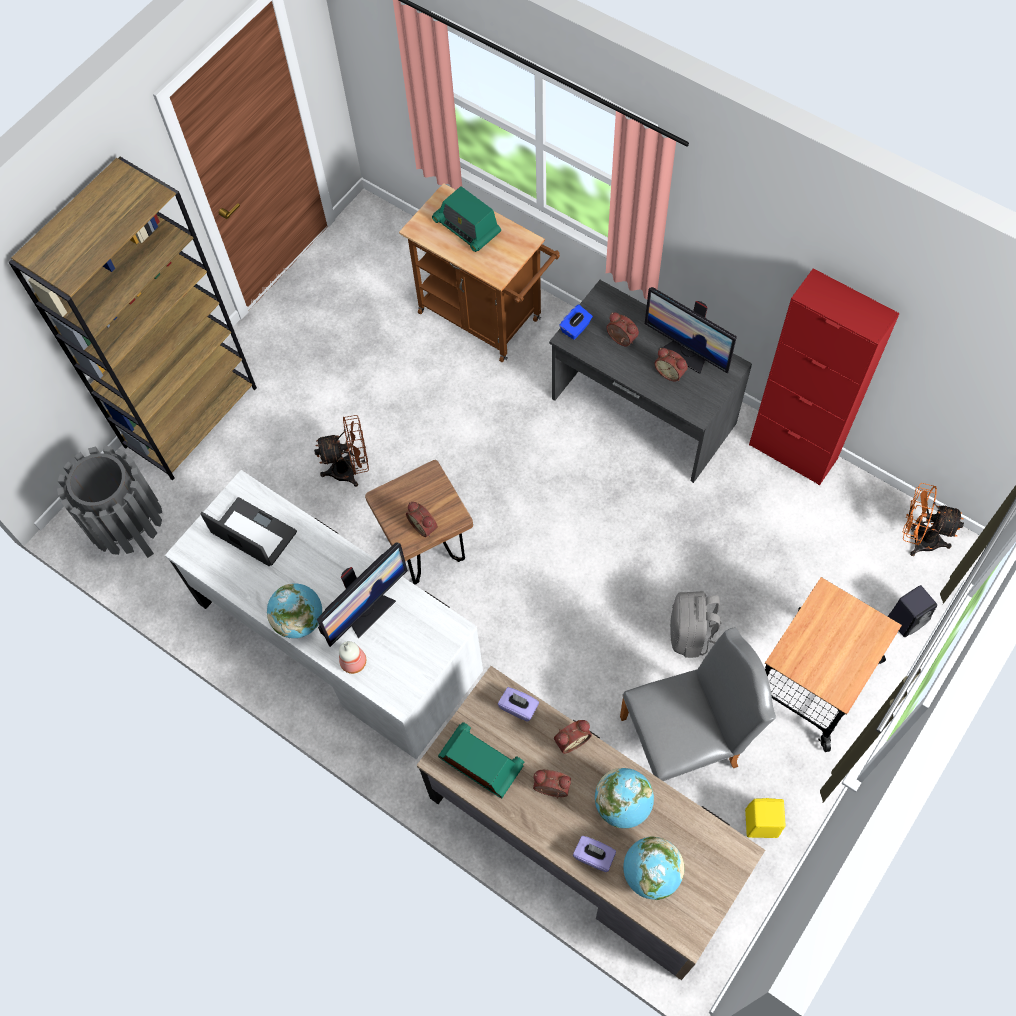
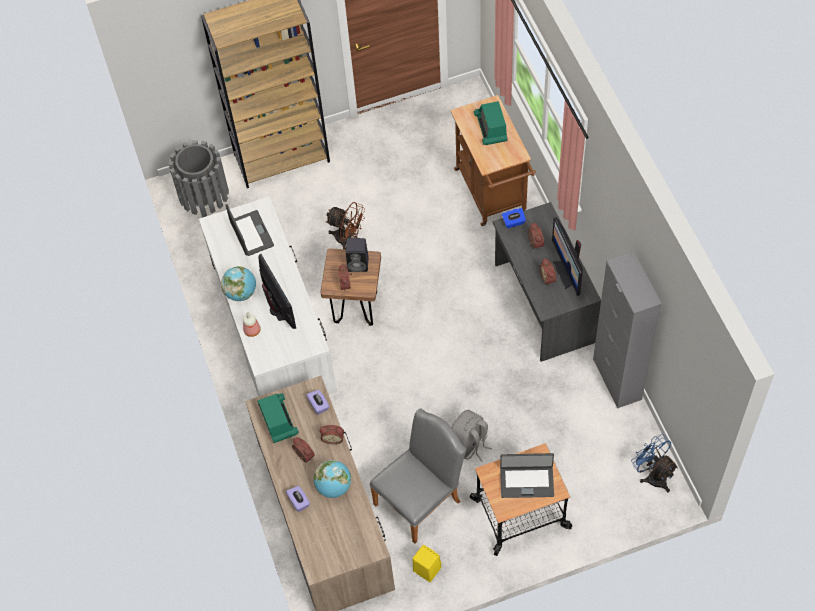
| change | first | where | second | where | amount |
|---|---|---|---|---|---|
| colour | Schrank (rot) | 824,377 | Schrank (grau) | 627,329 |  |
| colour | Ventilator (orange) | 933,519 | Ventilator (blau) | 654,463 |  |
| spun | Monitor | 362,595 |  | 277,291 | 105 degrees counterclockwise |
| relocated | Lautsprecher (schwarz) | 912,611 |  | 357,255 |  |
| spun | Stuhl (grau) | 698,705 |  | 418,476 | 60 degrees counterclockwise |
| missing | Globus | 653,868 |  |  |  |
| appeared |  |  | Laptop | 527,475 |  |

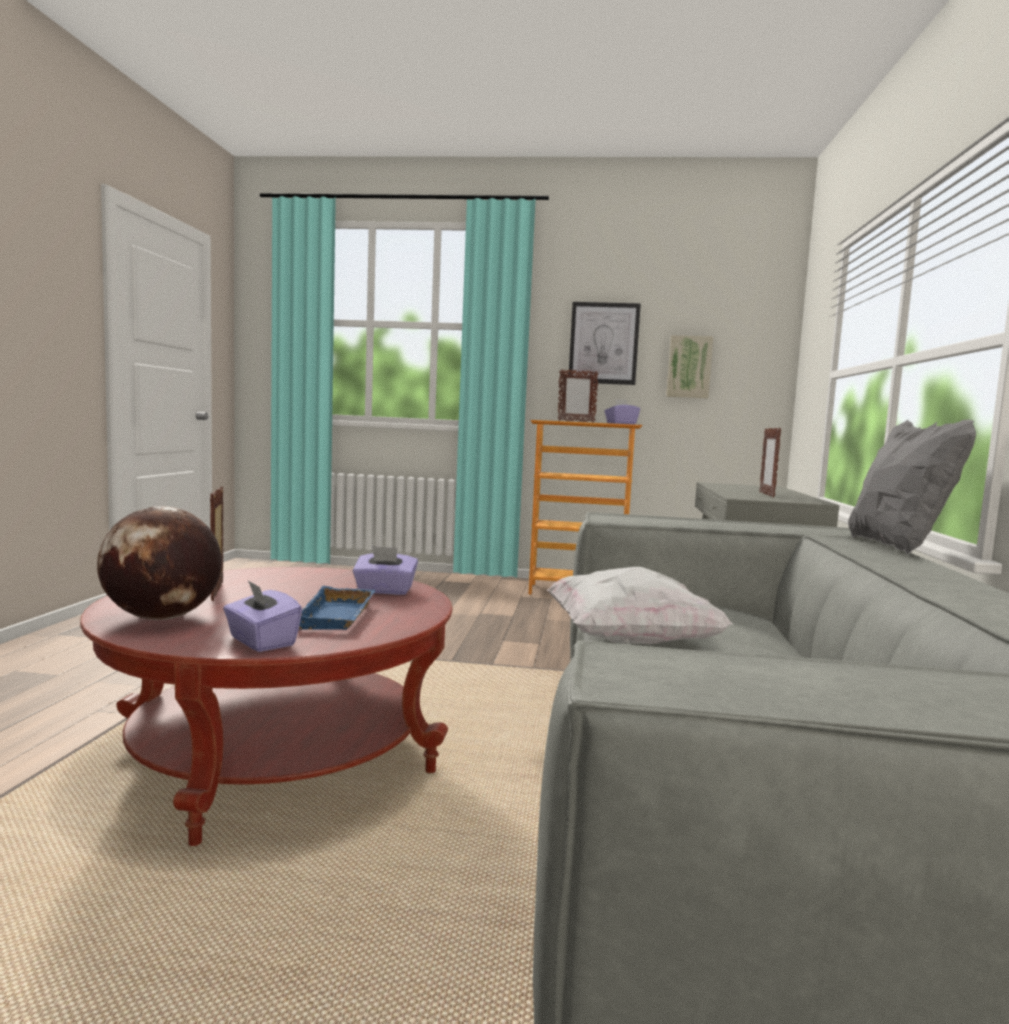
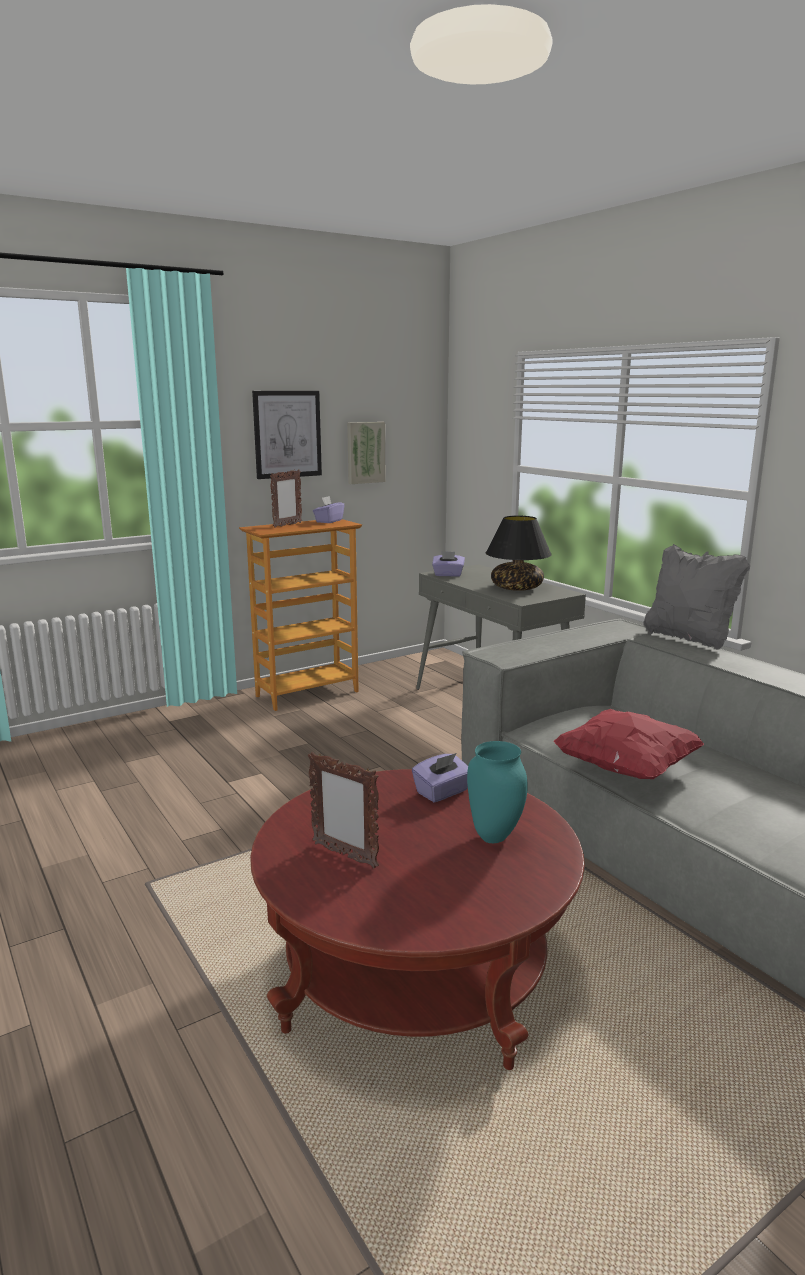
| change | first | where | second | where | amount |
|---|---|---|---|---|---|
| exchanged | Bilderrahmen | 770,462 | Tischlampe (schwarz) | 519,553 |  |
| missing | Globus | 159,563 |  |  |  |
| colour | Kissen (weiß) | 640,605 | Kissen (rot) | 629,744 |  |
| relocated | Taschentuchbox (lila) | 262,616 |  | 448,564 |  |
| exchanged | Tablett (blau) | 337,608 | Vase (türkis) | 497,792 |  |

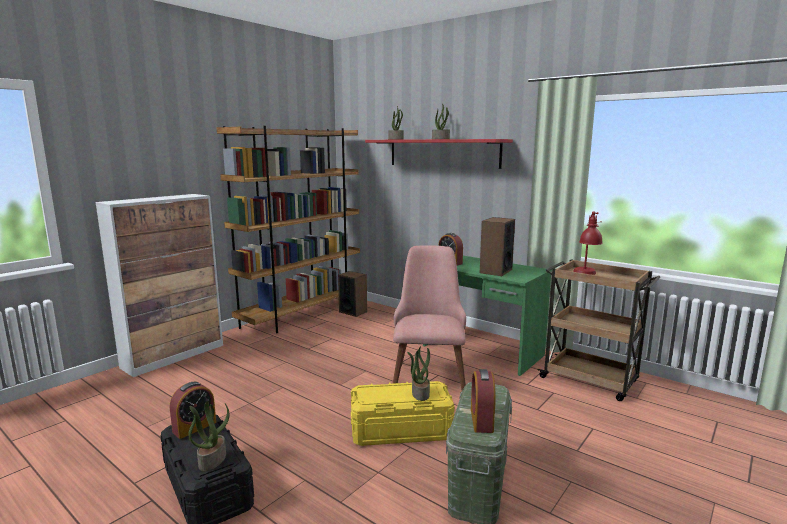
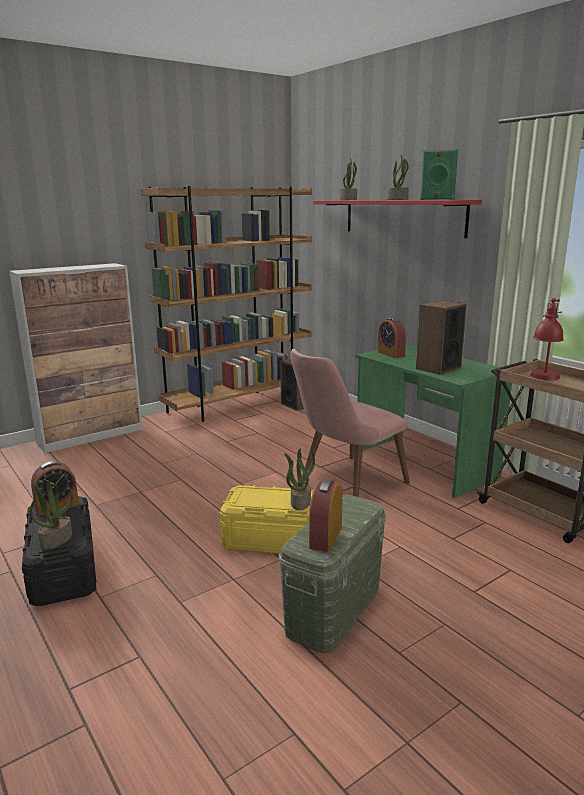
| change | first | where | second | where | amount |
|---|---|---|---|---|---|
| spun | Stuhl (rosa) | 429,317 |  | 350,423 | 150 degrees counterclockwise |
| appeared |  |  | Lautsprecher (grün) | 439,174 |  |

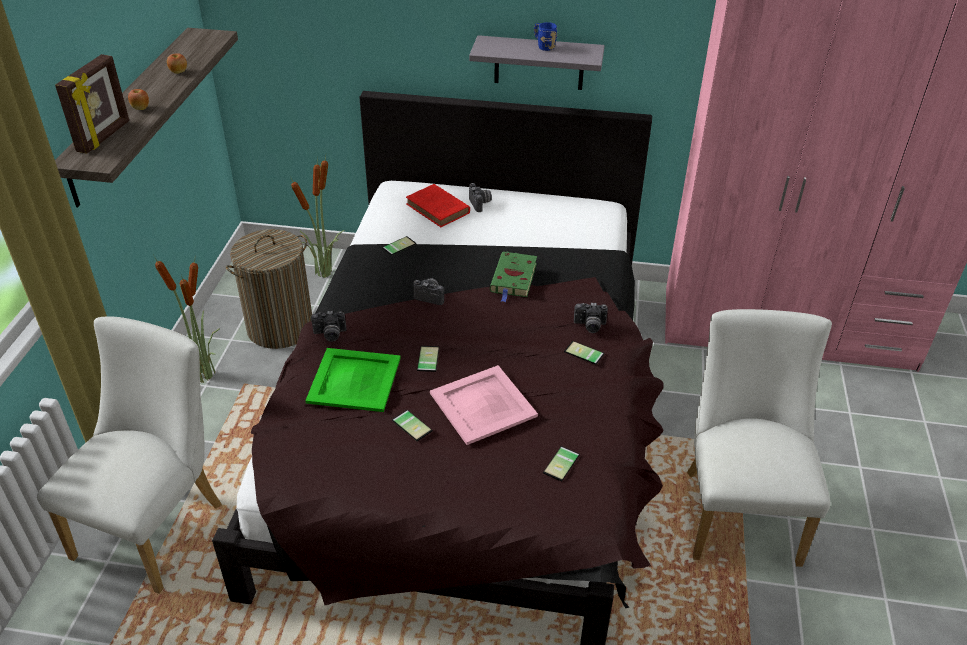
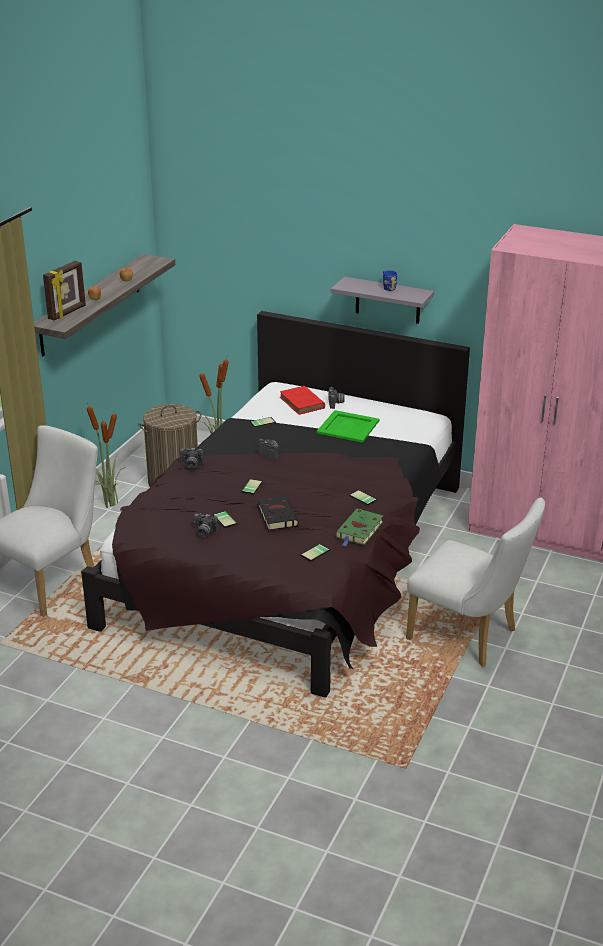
| change | first | where | second | where | amount |
|---|---|---|---|---|---|
| relocated | Buch (grün) | 513,277 |  | 359,527 |  |
| relocated | Kamera | 591,318 |  | 206,525 |  |
| spun | Stuhl (weiß) | 759,438 |  | 475,582 | 105 degrees clockwise |
| relocated | Tablett (grün) | 353,380 |  | 348,426 |  |
| exchanged | Tablett (rosa) | 484,405 | Buch (schwarz) | 278,513 |  |

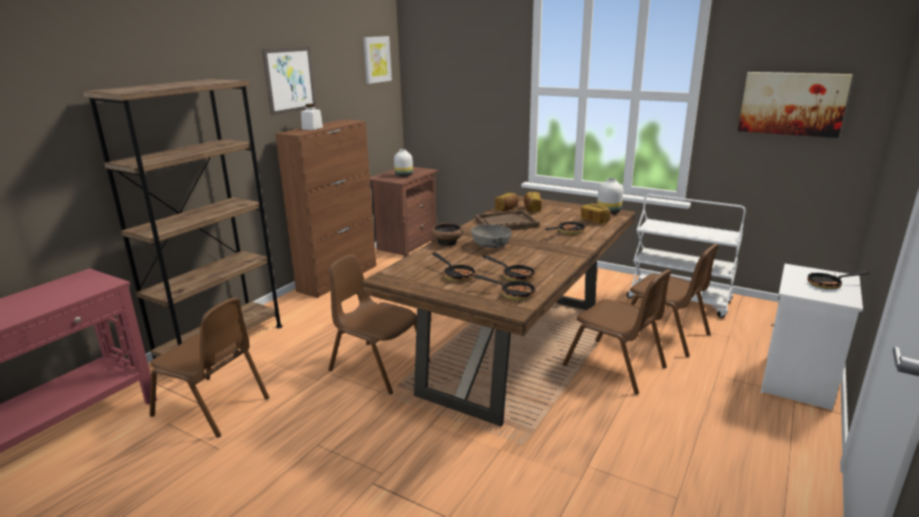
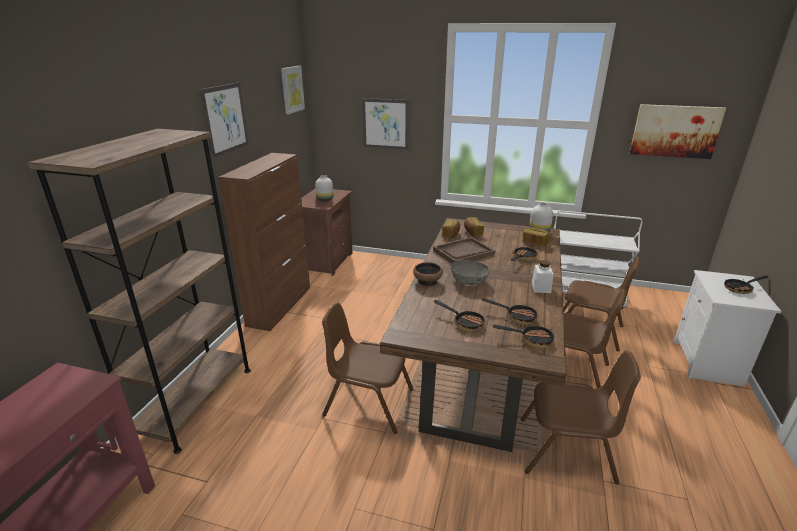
| change | first | where | second | where | amount |
|---|---|---|---|---|---|
| relocated | Vorratsglas (weiß) | 312,117 |  | 542,276 |  |
| relocated | Stuhl (braun) | 209,367 |  | 581,417 |  |
| appeared |  |  | Bild | 385,124 |  |

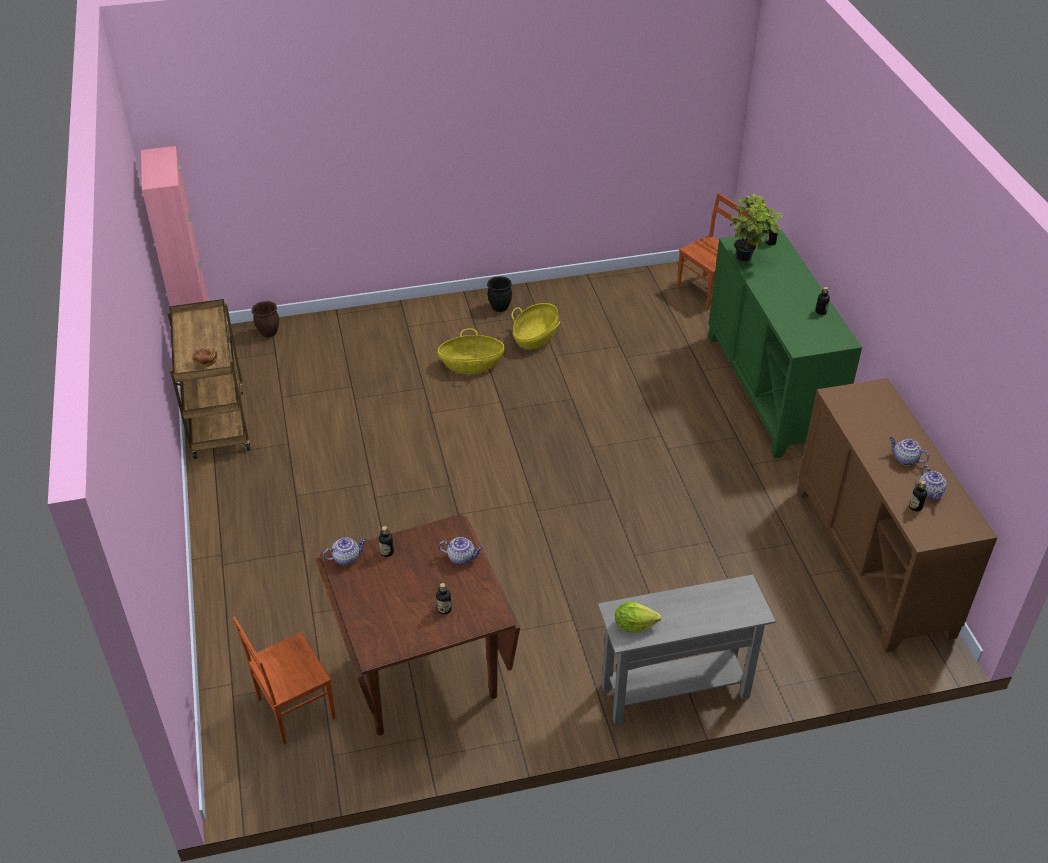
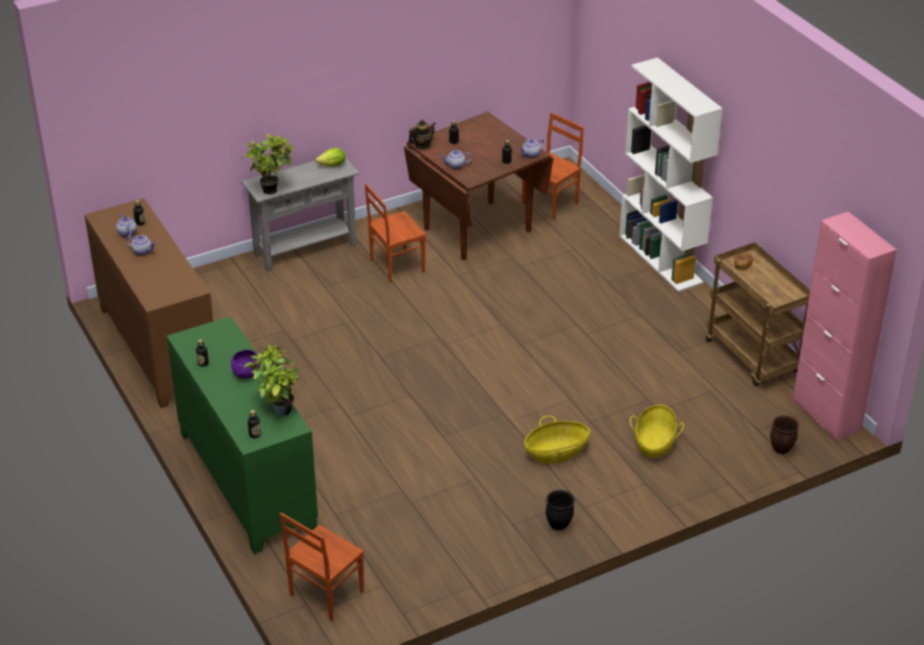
| change | first | where | second | where | amount |
|---|---|---|---|---|---|
| relocated | Korb | 535,326 |  | 657,431 |  |
| appeared |  |  | Bücherregal (weiß) | 671,175 |  |
| appeared |  |  | Teekanne | 422,134 |  |
| appeared |  |  | Topfpflanze | 267,164 |  |
| appeared |  |  | Stuhl (braun) | 395,233 |  |
| appeared |  |  | Schüssel (lila) | 246,364 |  |

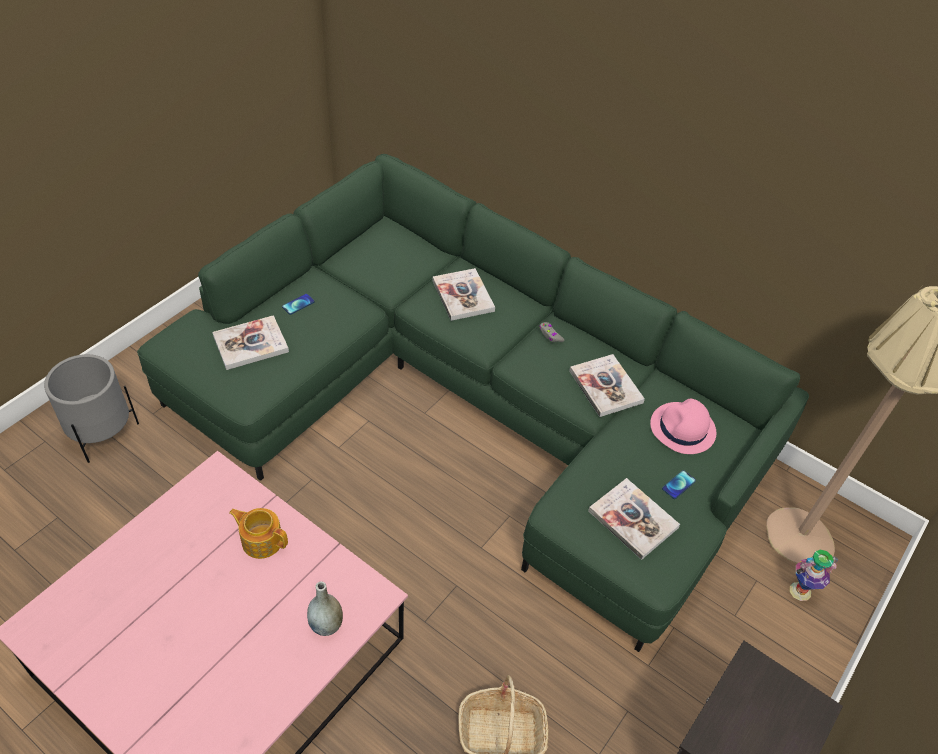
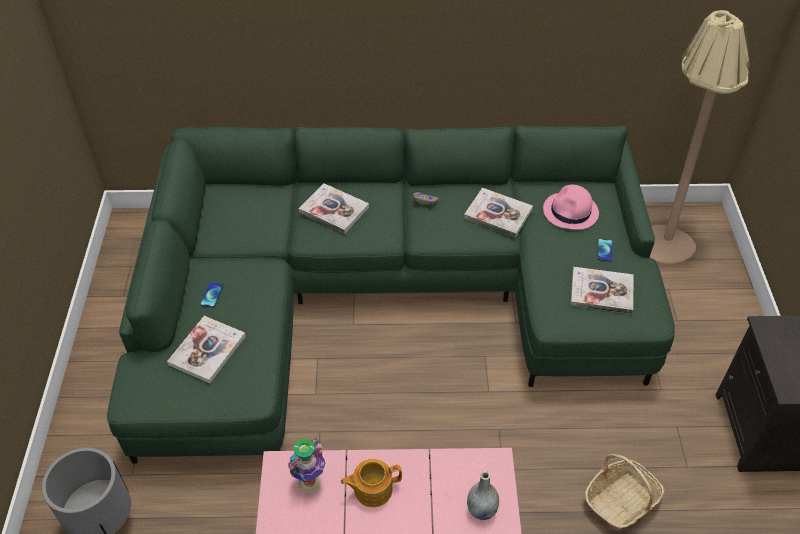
| change | first | where | second | where | amount |
|---|---|---|---|---|---|
| relocated | Vase | 814,575 |  | 306,466 |  |

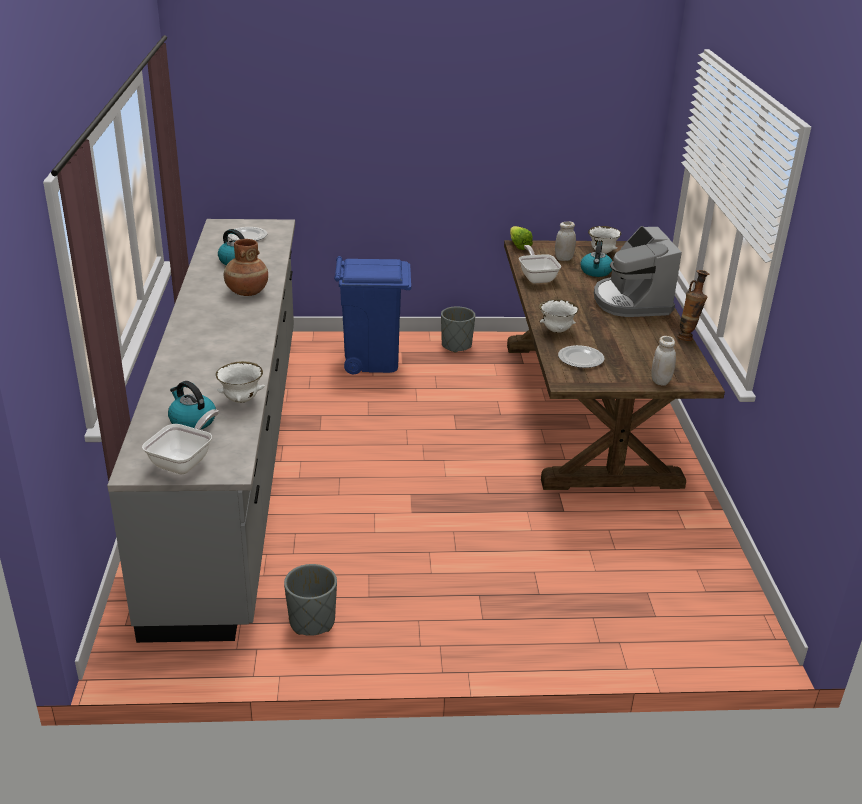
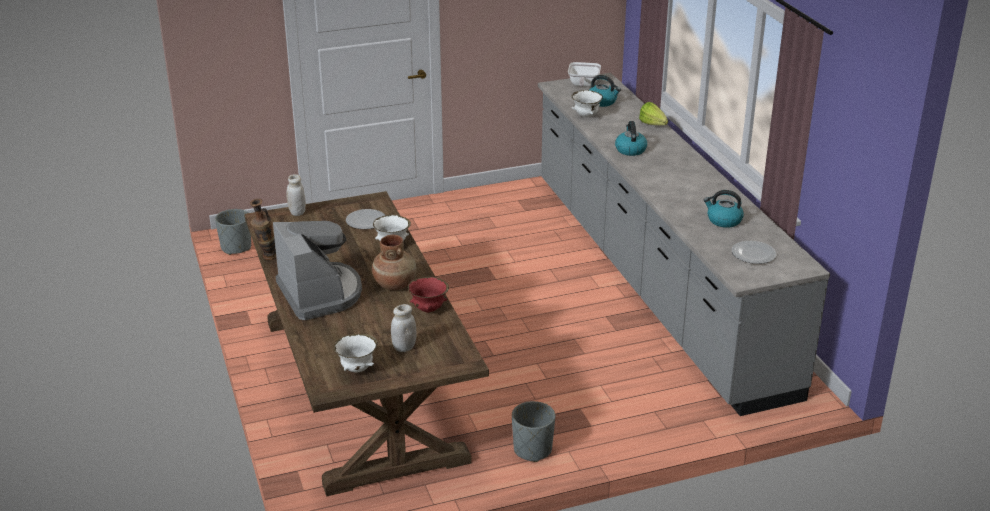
| change | first | where | second | where | amount |
|---|---|---|---|---|---|
| relocated | Salatkopf | 521,238 |  | 653,113 |  |
| relocated | Vase (braun) | 246,267 |  | 394,262 |  |
| relocated | Wasserkessel | 597,259 |  | 631,138 |  |
| exchanged | Pfanne | 540,264 | Schüssel (rot) | 428,294 |  |
| missing | Mülleimer (blau) | 372,315 |  |  |  |
| relocated | Pflanzkübel (grau) | 310,600 |  | 233,232 |  |

